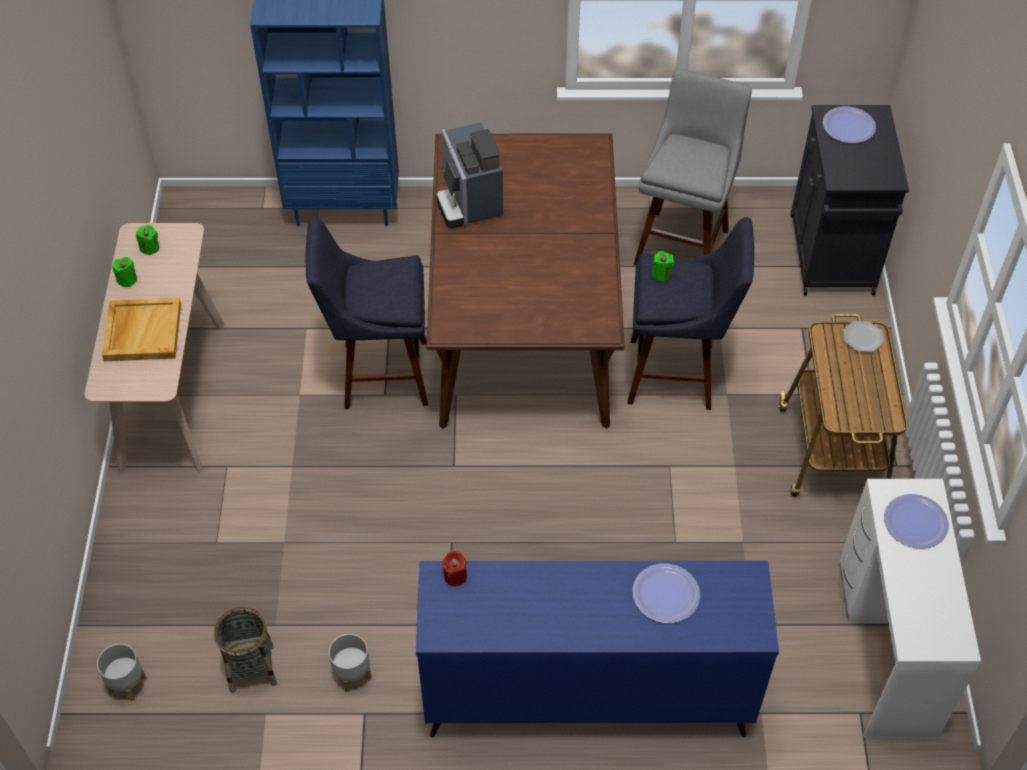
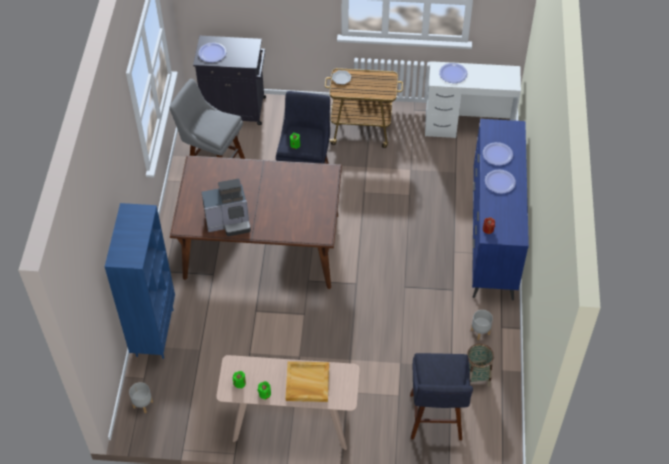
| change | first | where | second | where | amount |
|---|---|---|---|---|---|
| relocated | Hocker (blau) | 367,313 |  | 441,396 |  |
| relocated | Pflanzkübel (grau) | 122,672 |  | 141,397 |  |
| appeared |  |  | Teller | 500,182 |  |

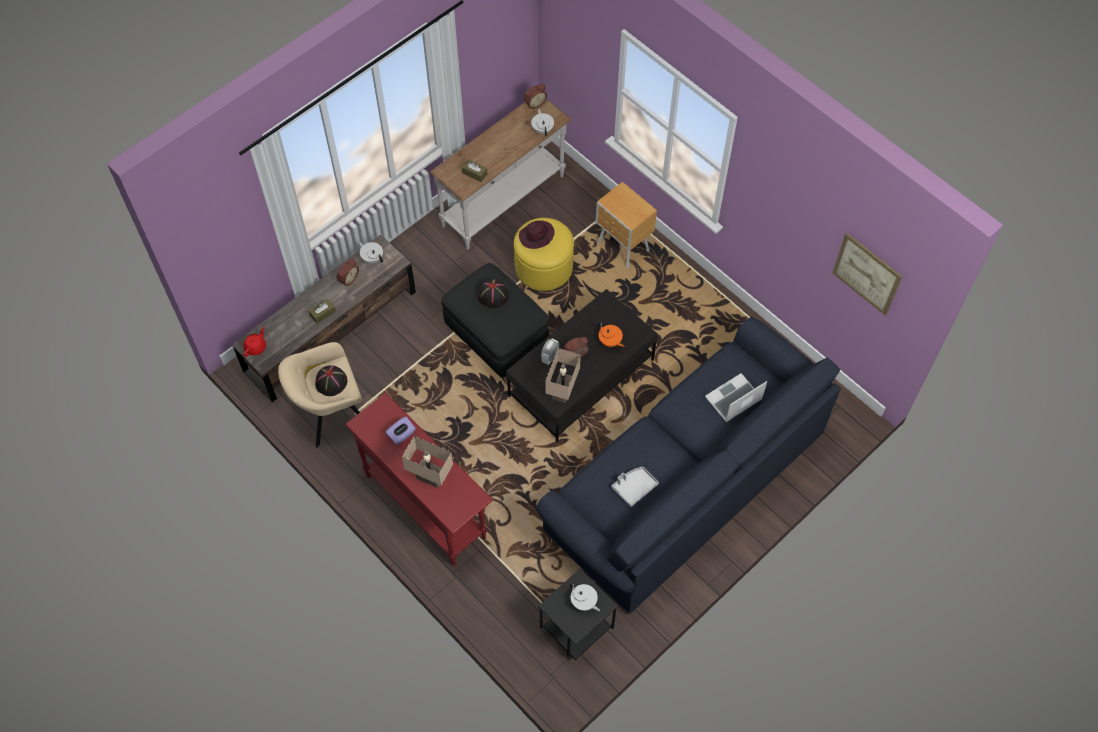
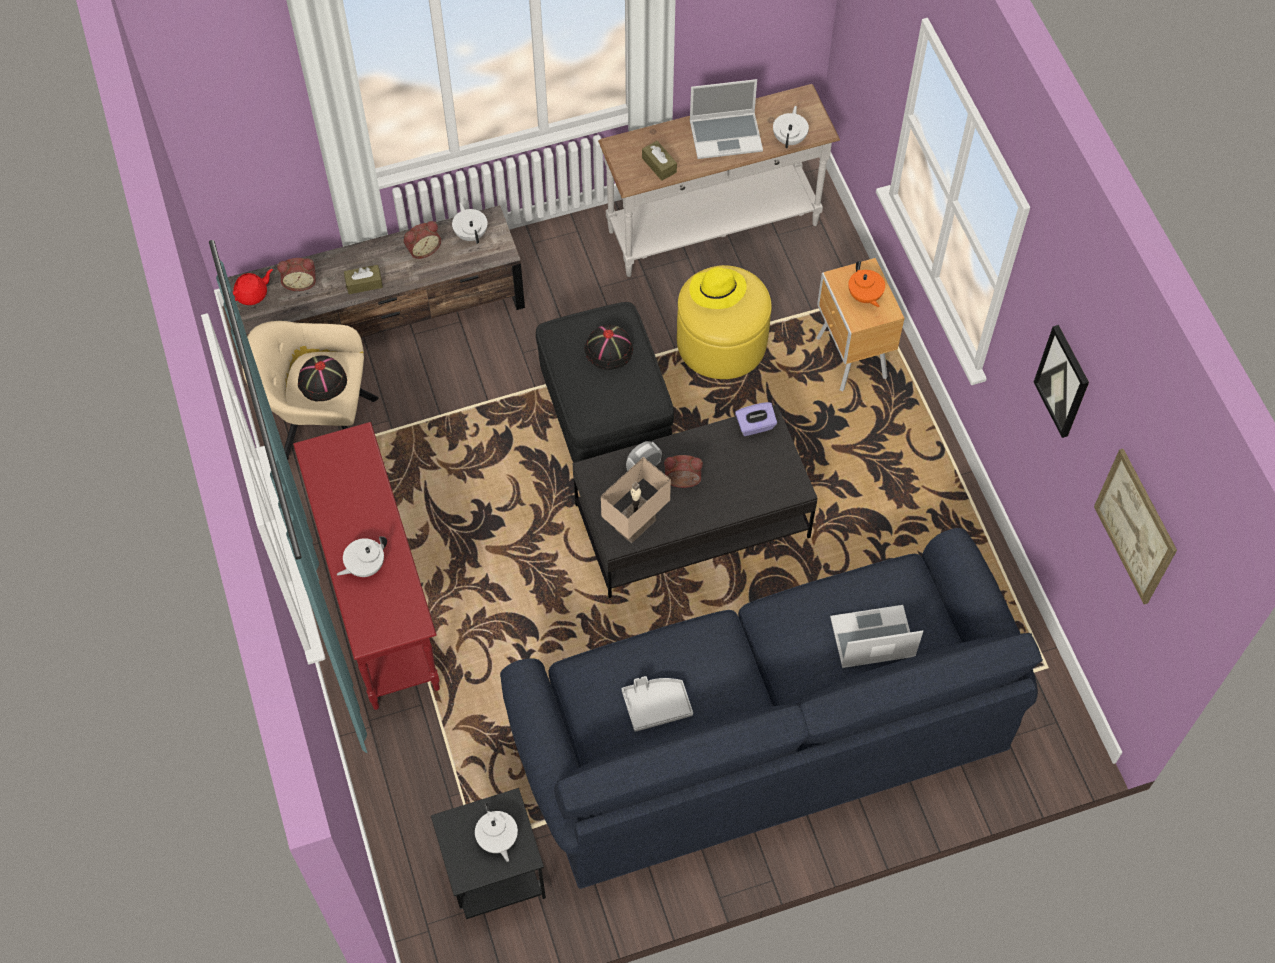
| change | first | where | second | where | amount |
|---|---|---|---|---|---|
| relocated | Wecker | 535,96 |  | 296,274 |  |
| colour | Hut (lila) | 537,235 | Hut (gelb) | 718,288 |  |
| relocated | Teekanne (orange) | 611,334 |  | 866,284 |  |
| relocated | Taschentuchbox (lila) | 401,431 |  | 756,419 |  |
| exchanged | Tischlampe (beige) | 427,462 | Teekanne (weiß) | 362,556 |  |
| appeared |  |  | Laptop | 726,119 |  |
| appeared |  |  | Bild | 1061,381 |  |

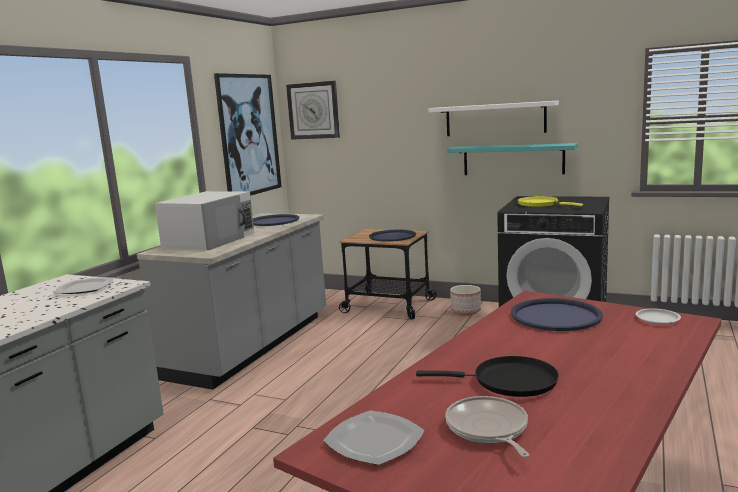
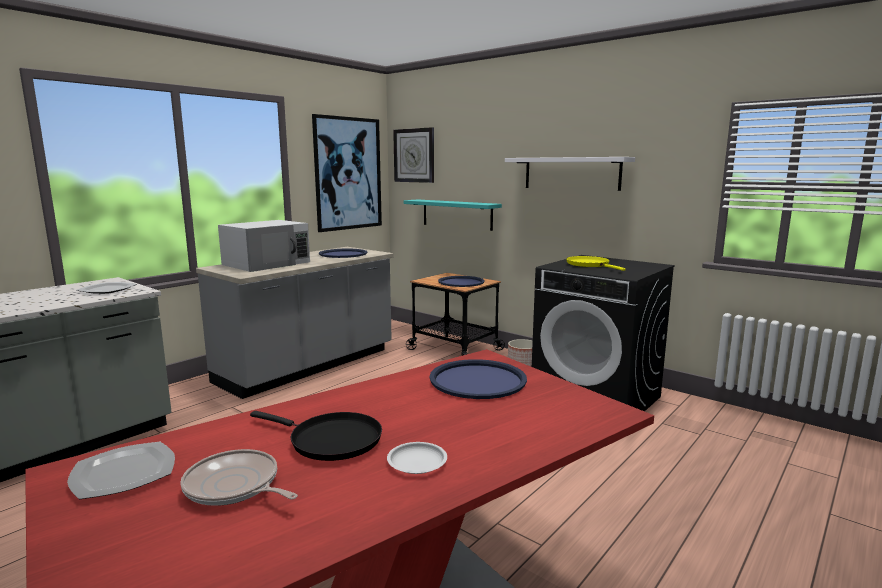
| change | first | where | second | where | amount |
|---|---|---|---|---|---|
| relocated | Wandregal (türkis) | 512,159 |  | 453,215 |  |
| relocated | Teller (weiß) | 658,316 |  | 417,458 |  |
| spun | Pfanne | 487,426 |  | 239,477 | 60 degrees counterclockwise |

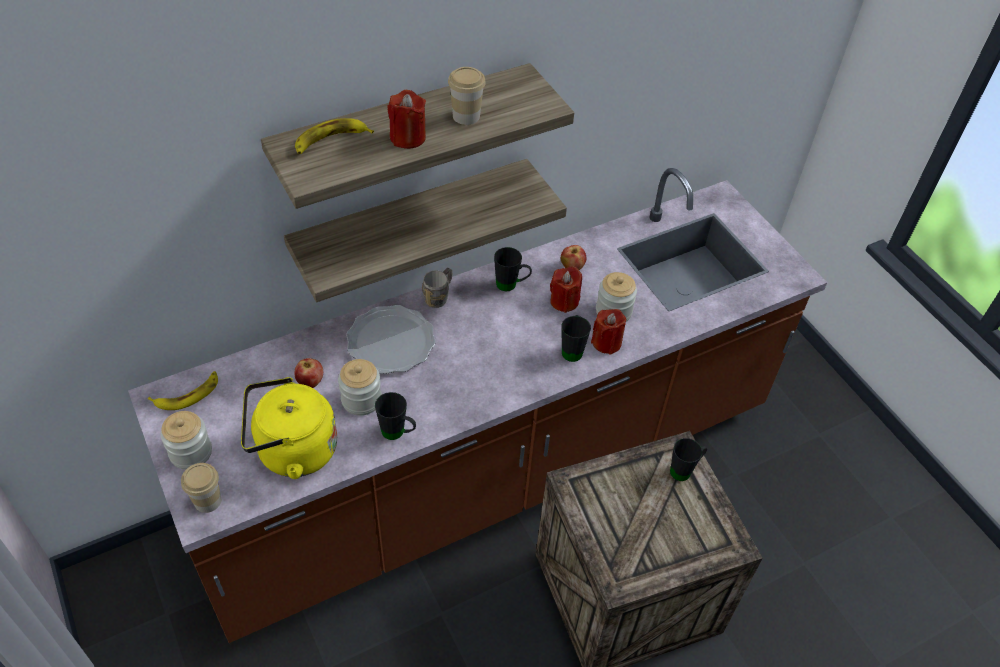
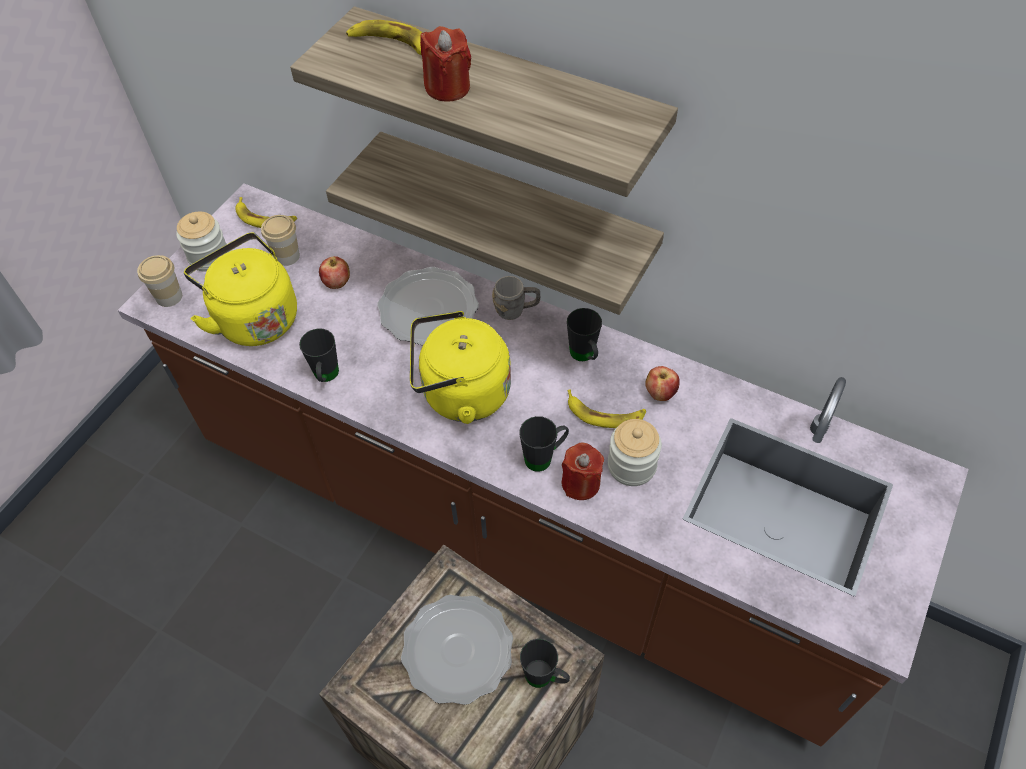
| change | first | where | second | where | amount |
|---|---|---|---|---|---|
| relocated | Tasse | 467,96 |  | 280,240 |  |
| exchanged | Kerze (rot) | 566,289 | Banane | 606,408 |  |
| missing | Vorratsglas | 360,387 |  |  |  |
| appeared |  |  | Wasserkessel (gelb) | 460,367 |  |
| appeared |  |  | Teller | 457,650 |  |

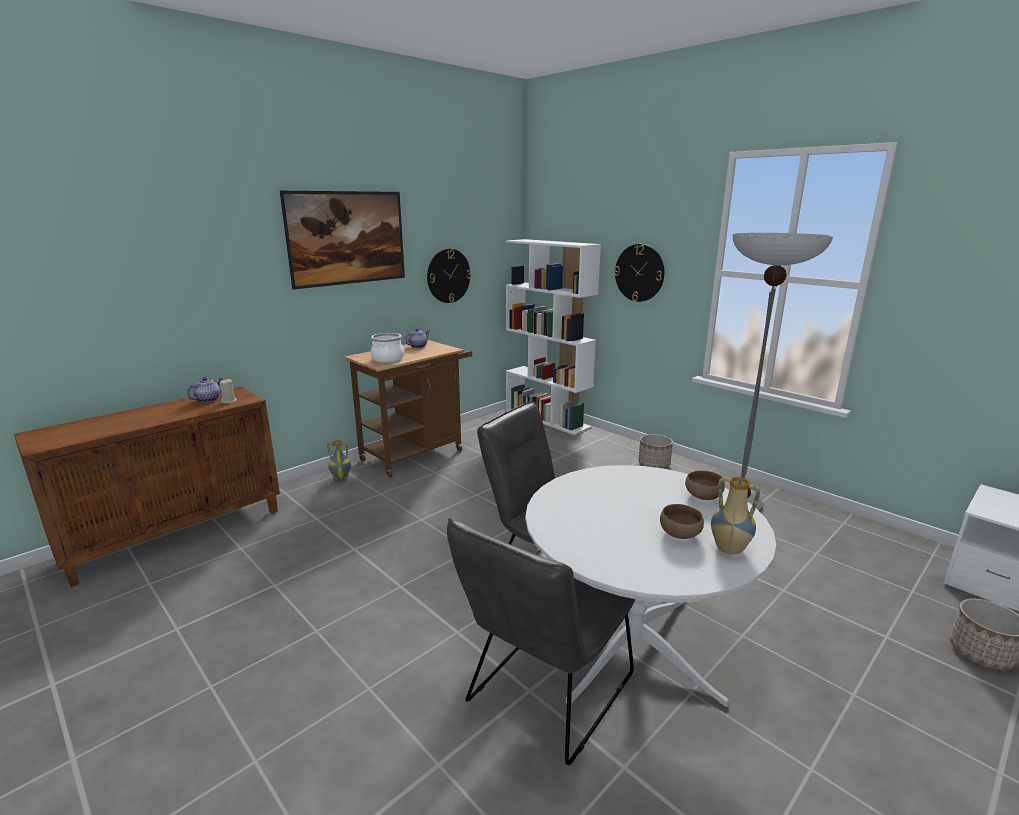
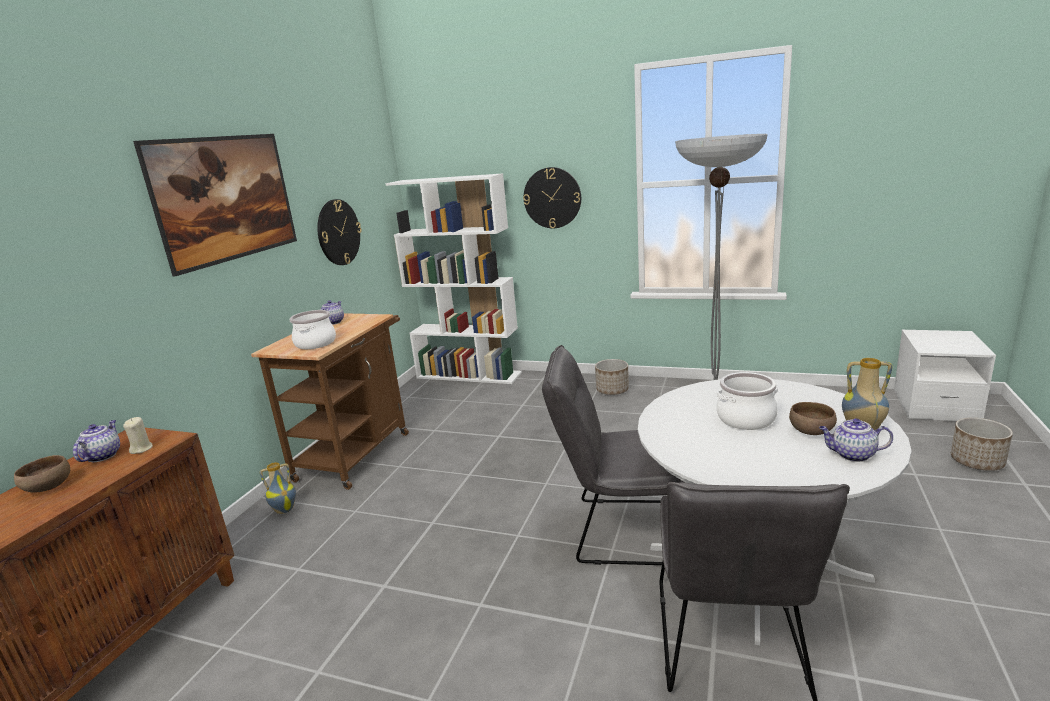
| change | first | where | second | where | amount |
|---|---|---|---|---|---|
| relocated | Schüssel (braun) | 705,485 |  | 42,474 |  |
| appeared |  |  | Kochtopf | 747,401 |  |
| appeared |  |  | Teekanne | 856,440 |  |

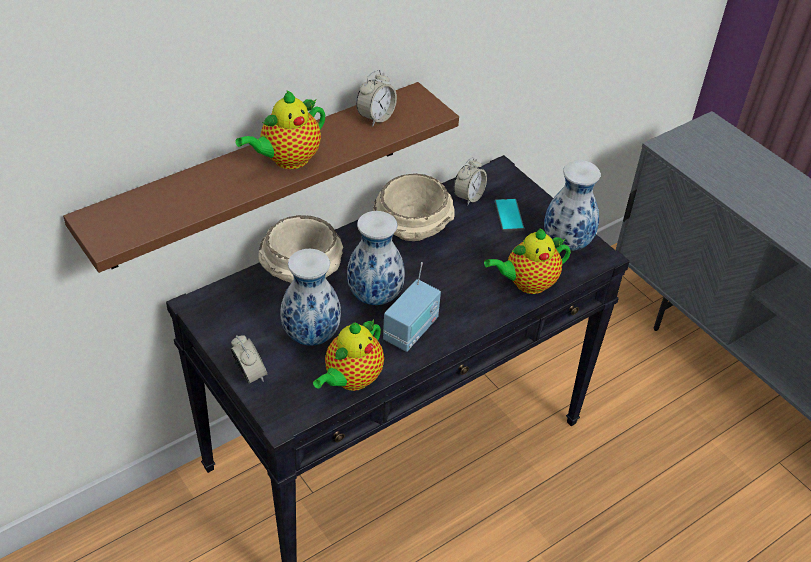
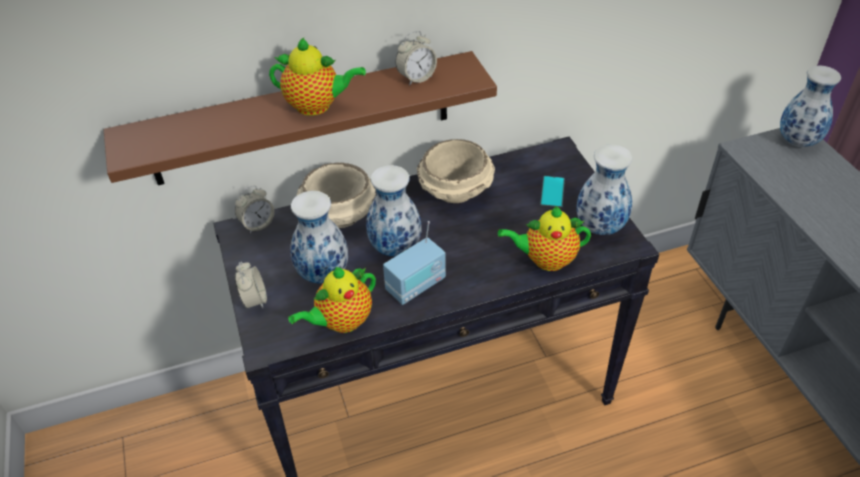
| change | first | where | second | where | amount |
|---|---|---|---|---|---|
| spun | Teekanne | 280,129 |  | 317,77 | 150 degrees counterclockwise |
| relocated | Wecker | 470,181 |  | 255,209 |  |
| appeared |  |  | Vase | 810,106 |  |

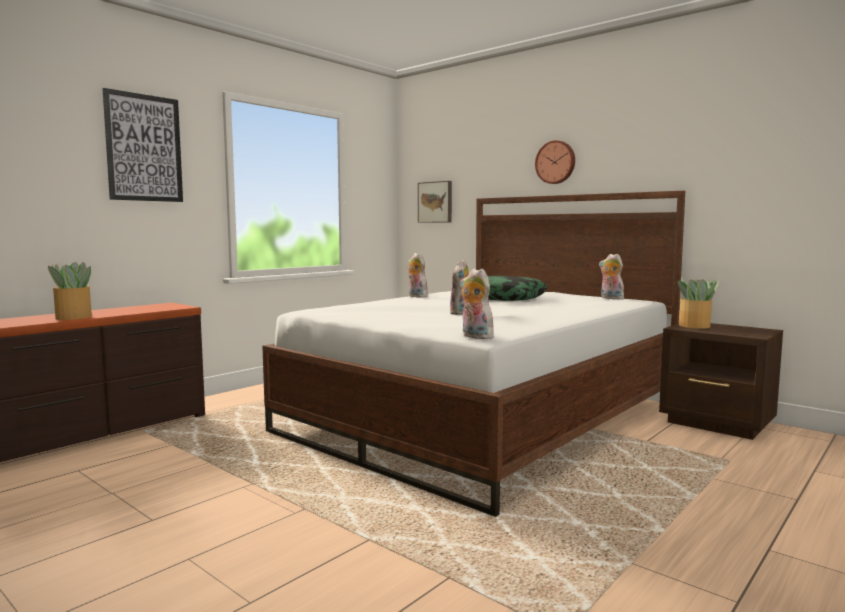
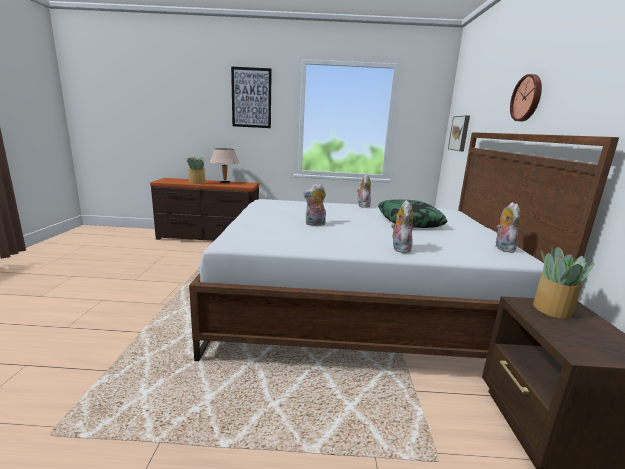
| change | first | where | second | where | amount |
|---|---|---|---|---|---|
| relocated | Plüschtier | 479,304 |  | 402,226 |  |
| appeared |  |  | Tischlampe (beige) | 224,165 |  |

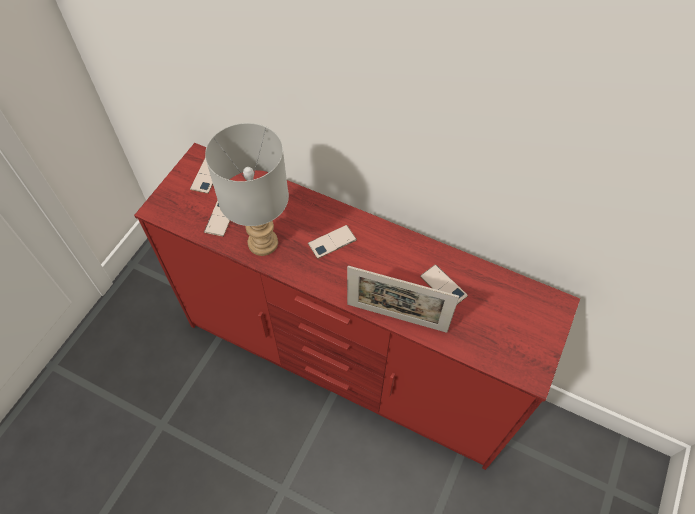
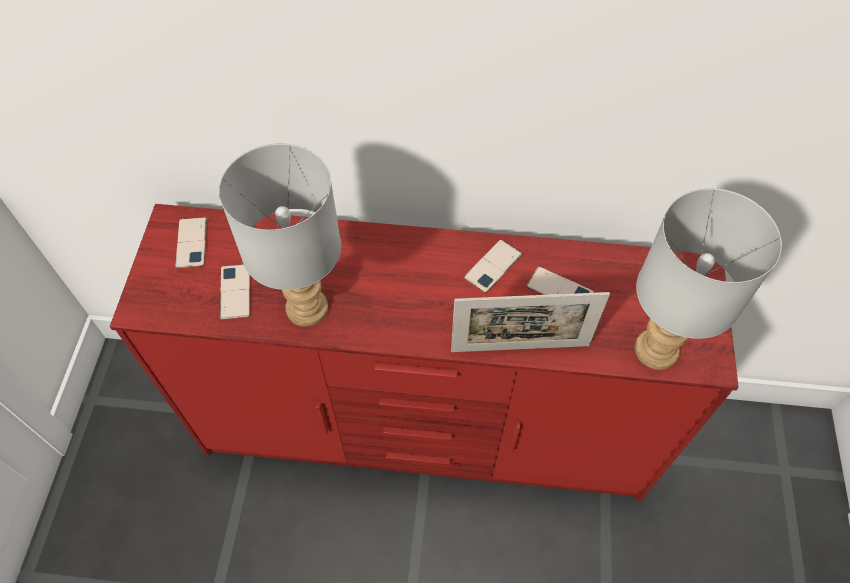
| change | first | where | second | where | amount |
|---|---|---|---|---|---|
| relocated | Handy | 332,242 |  | 493,266 |  |
| appeared |  |  | Tischlampe (grau) | 708,279 |  |

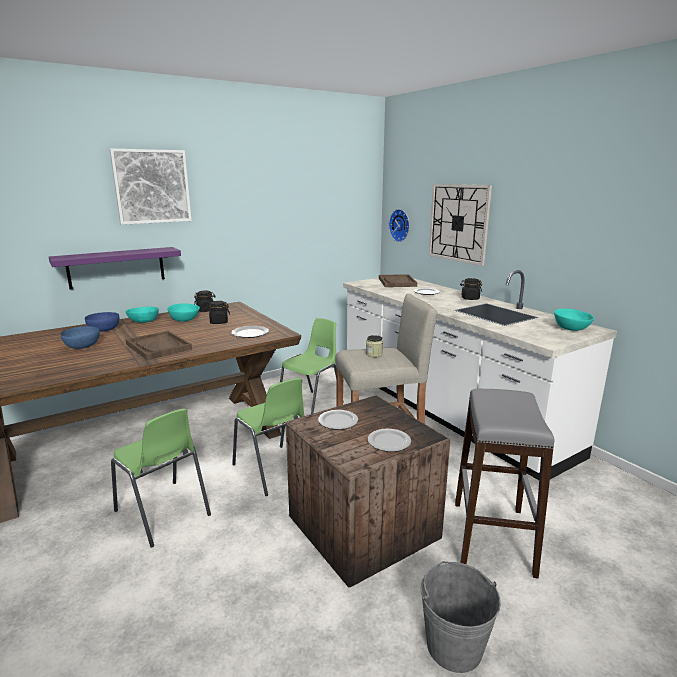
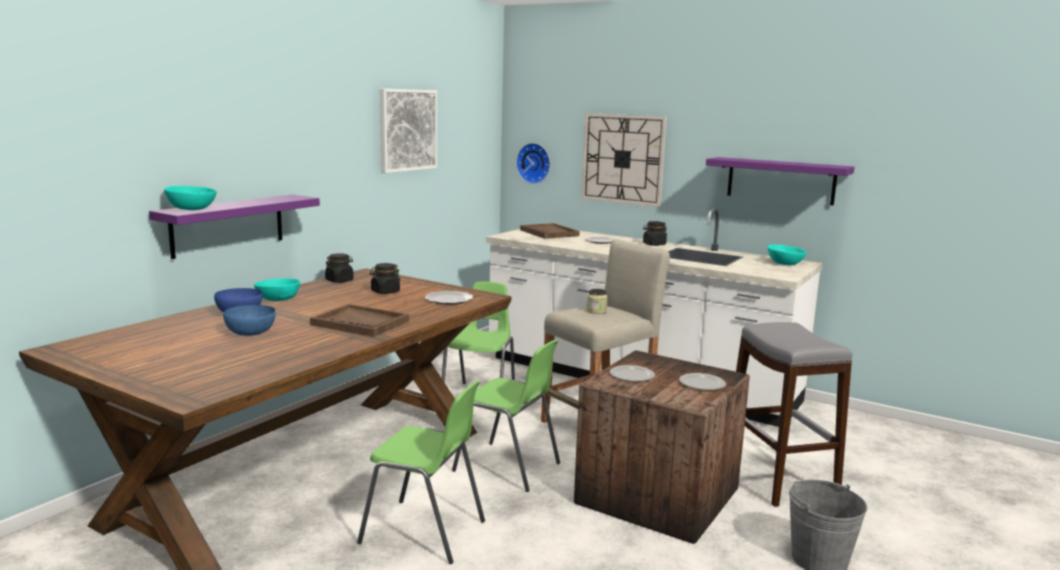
| change | first | where | second | where | amount |
|---|---|---|---|---|---|
| relocated | Bild | 150,187 |  | 408,131 |  |
| relocated | Schüssel (türkis) | 183,312 |  | 190,198 |  |
| appeared |  |  | Wandregal (lila) | 780,181 |  |

